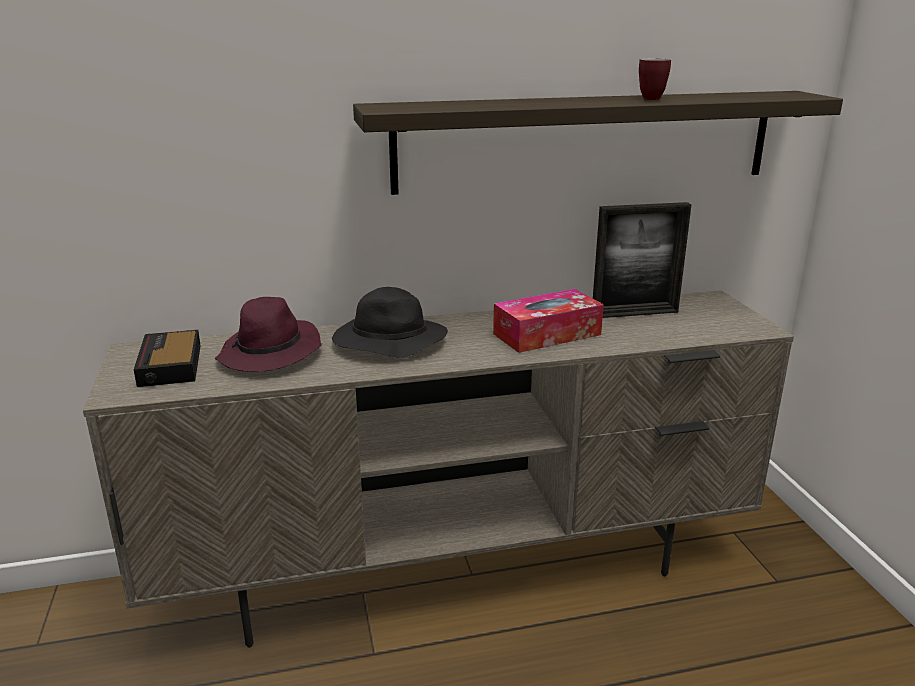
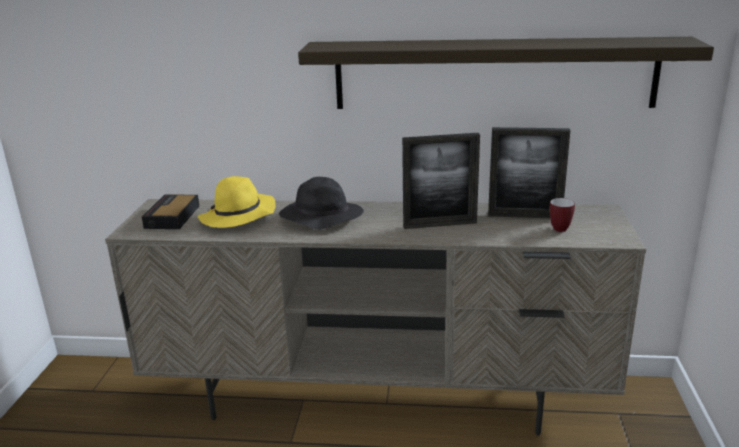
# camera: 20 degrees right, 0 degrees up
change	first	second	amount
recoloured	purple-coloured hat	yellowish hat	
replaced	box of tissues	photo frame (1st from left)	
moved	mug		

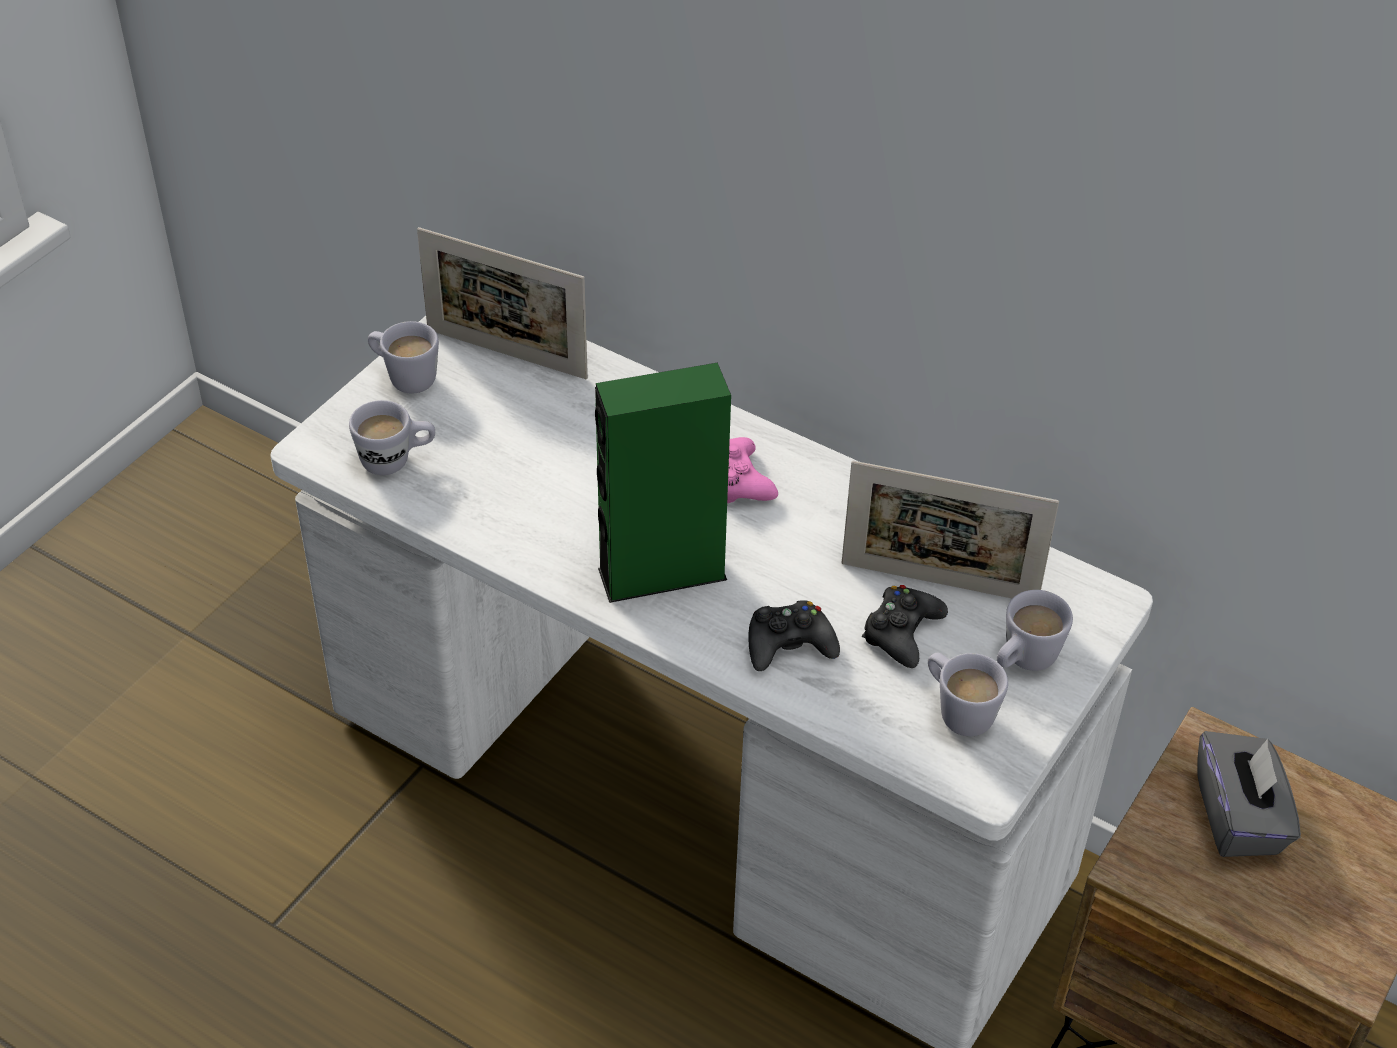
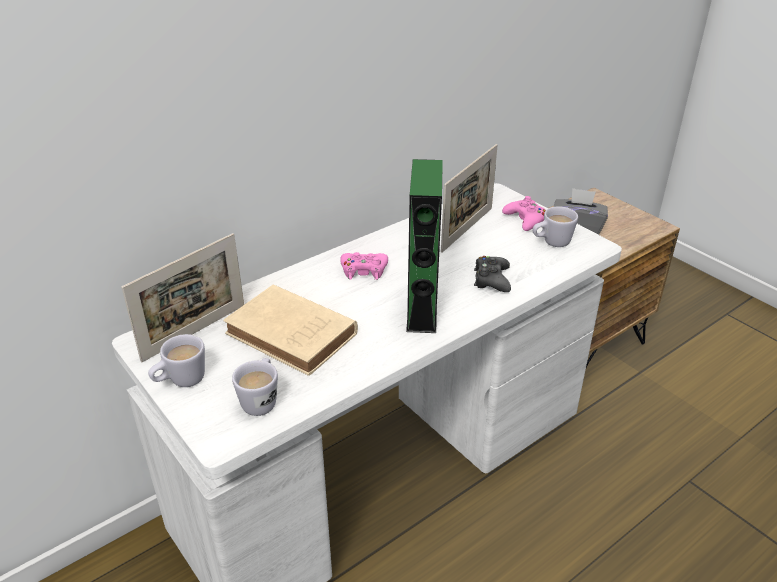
# camera: 70 degrees left, 10 degrees down
change	first	second	amount
added		sand-coloured bound book	
replaced	whitish mug (4th from left)	pink-coloured game controller (2nd from left)	
removed	blackish game controller (2nd from left)		

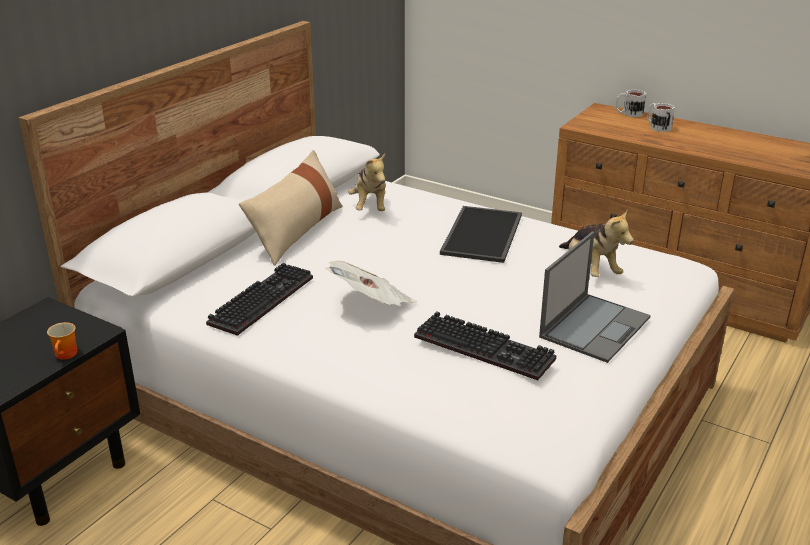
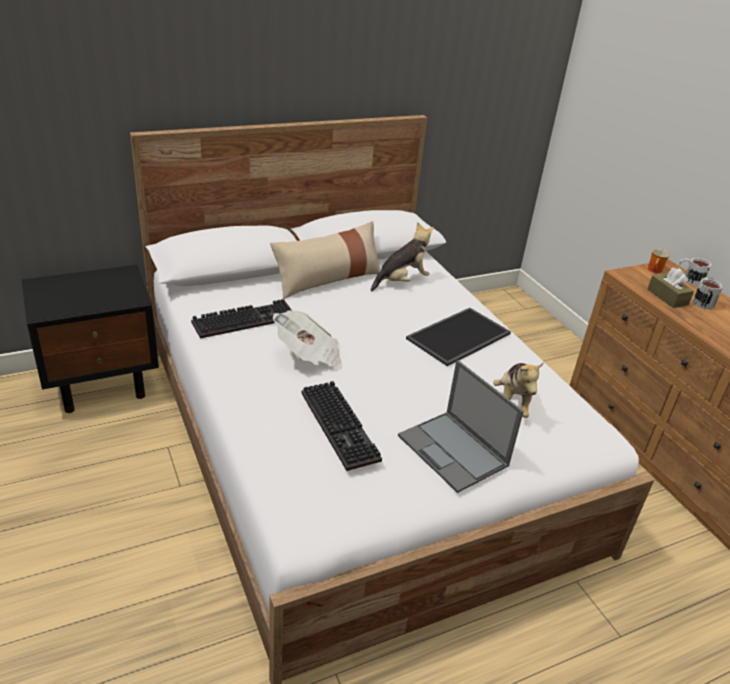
# camera: 30 degrees right, 5 degrees up
change	first	second	amount
turned	soft toy (1st from left)		150 degrees counterclockwise
turned	notebook computer		75 degrees clockwise
moved	mug (1st from left)		
added		brown-coloured box of tissues	

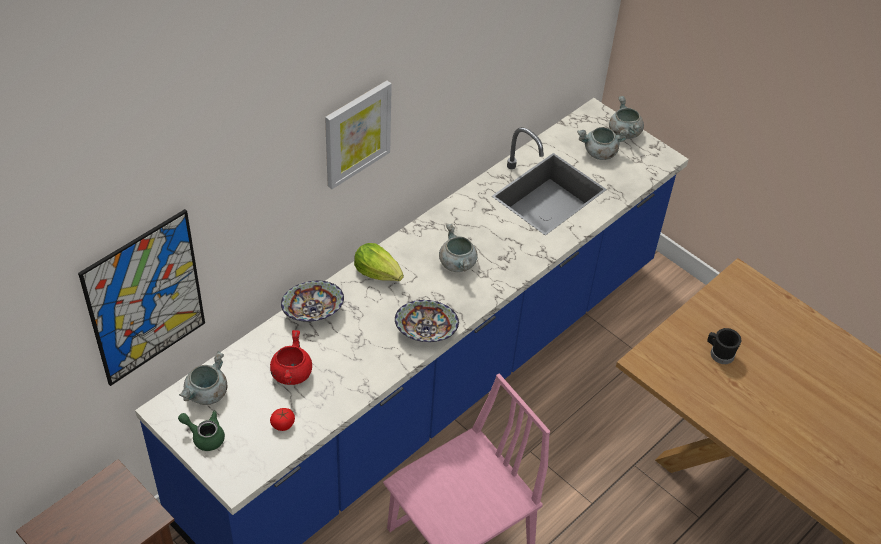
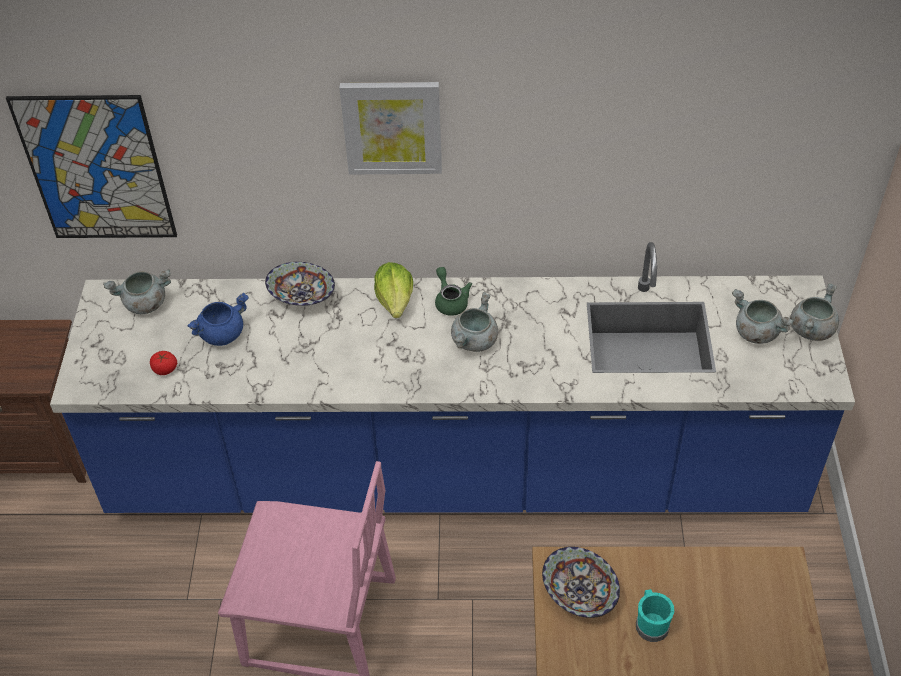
# camera: 50 degrees right, 0 degrees up
change	first	second	amount
recoloured	red saucepot	blue-coloured saucepot	
moved	greenish teapot		
moved	serving bowl (2nd from left)		
recoloured	blackish mug	blue-green mug	

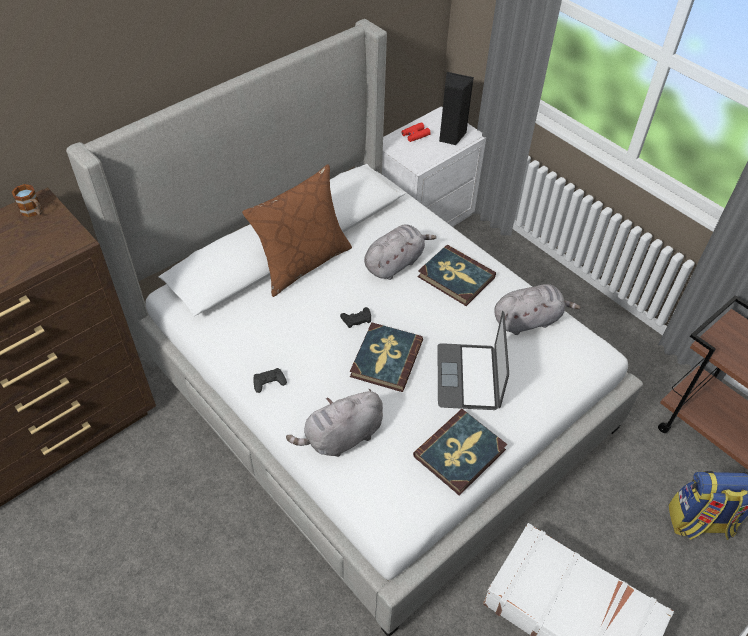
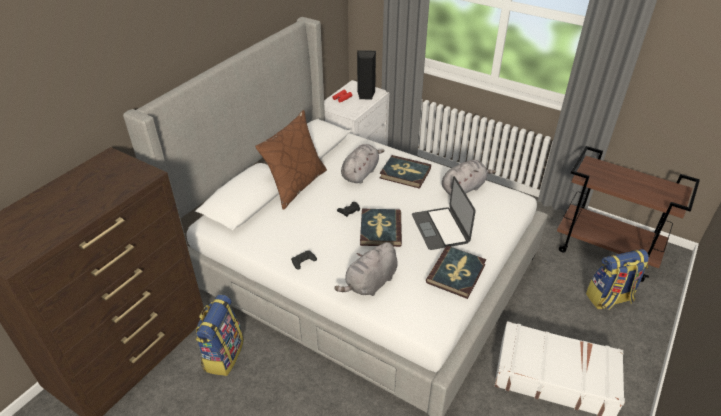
# camera: 15 degrees left, 10 degrees down
change	first	second	amount
added		rucksack (1st from left)	
removed	mug		

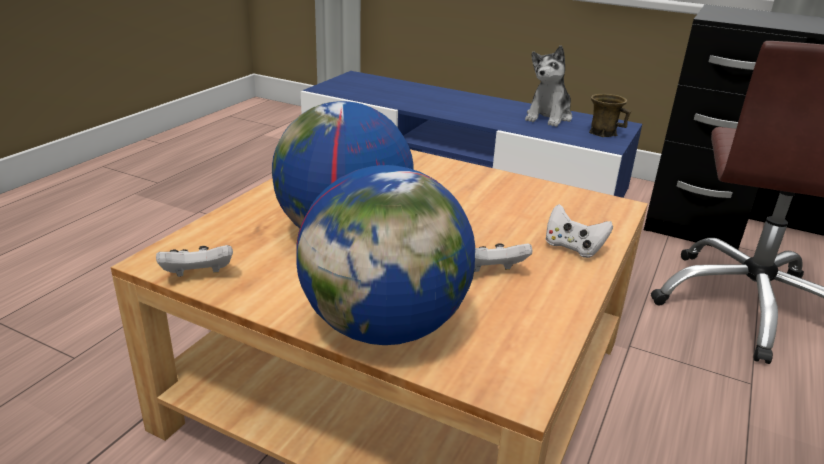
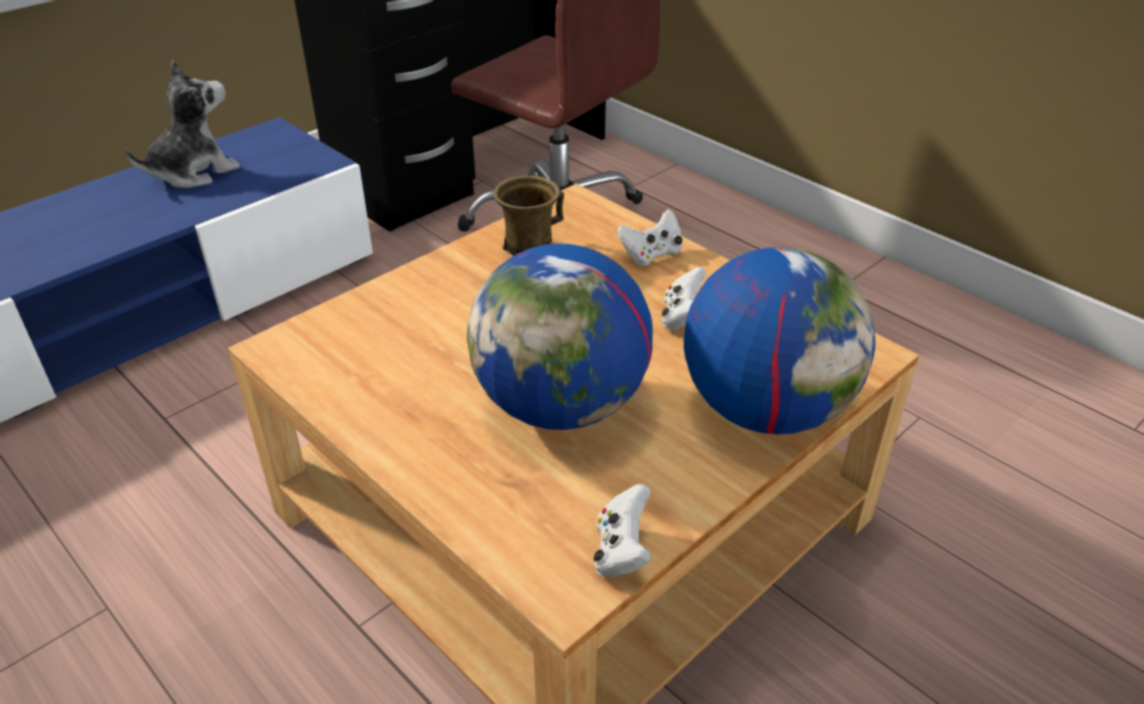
# camera: 70 degrees left, 10 degrees up
change	first	second	amount
turned	soft toy		90 degrees counterclockwise
moved	brown-coloured mug		

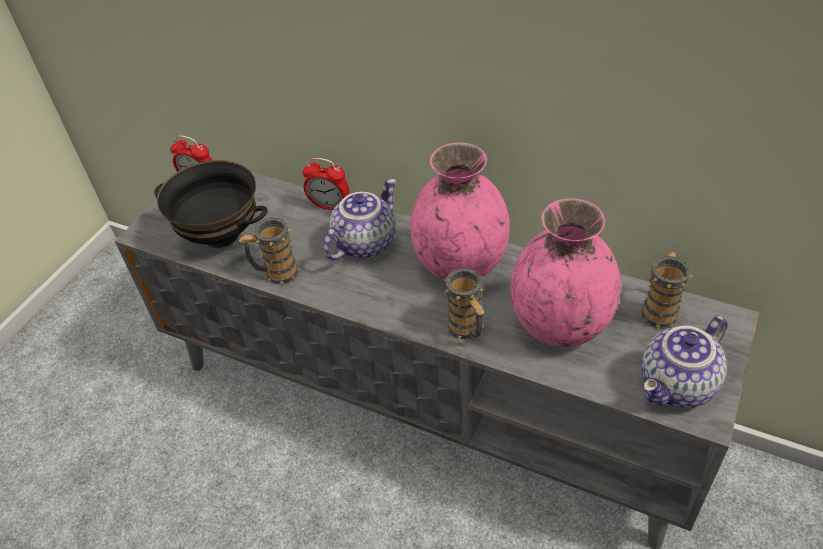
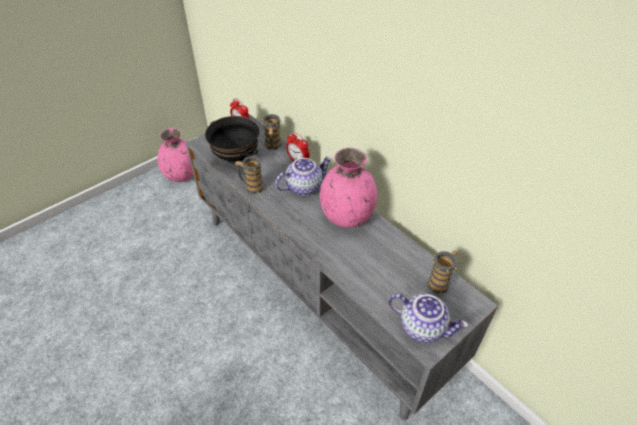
# camera: 20 degrees right, 0 degrees up
change	first	second	amount
moved	pink-coloured vase (2nd from left in the first image)	pink-coloured vase (1st from left)	
moved	mug (2nd from left)		
turned	teapot (2nd from left)		135 degrees counterclockwise

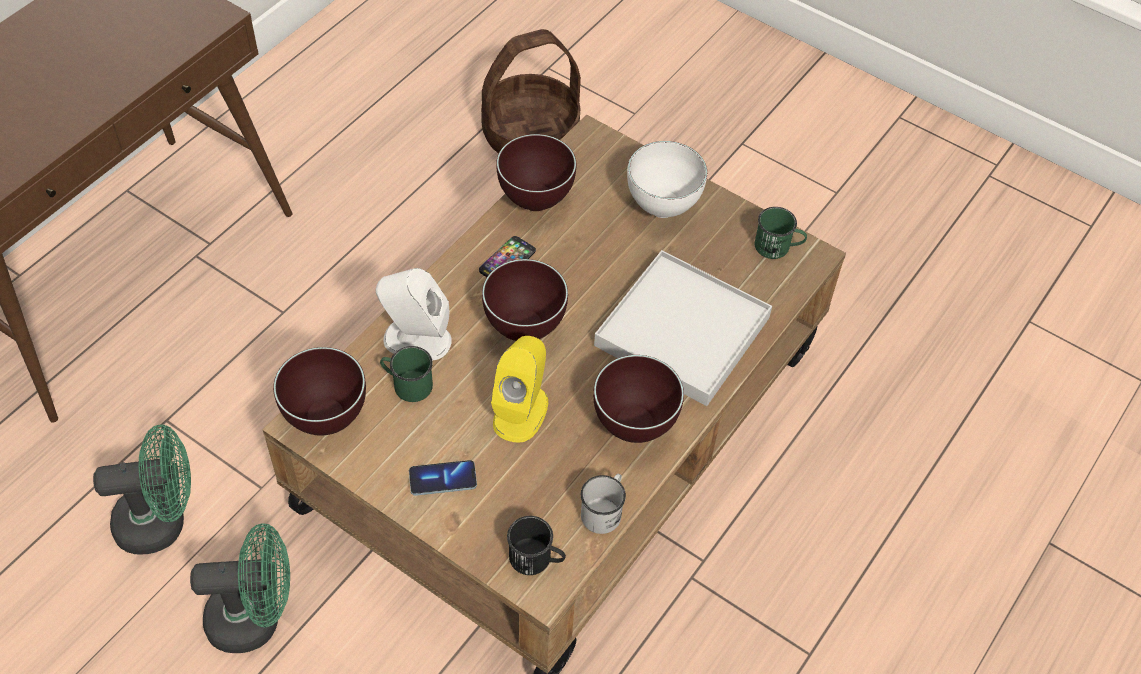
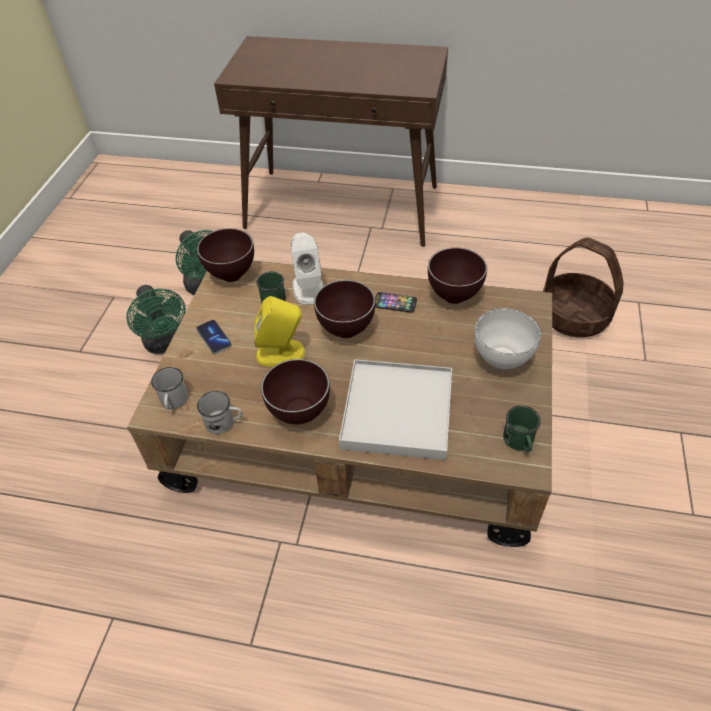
# camera: 70 degrees right, 5 degrees down
change	first	second	amount
recoloured	blackish mug	whitish mug (1st from left)	

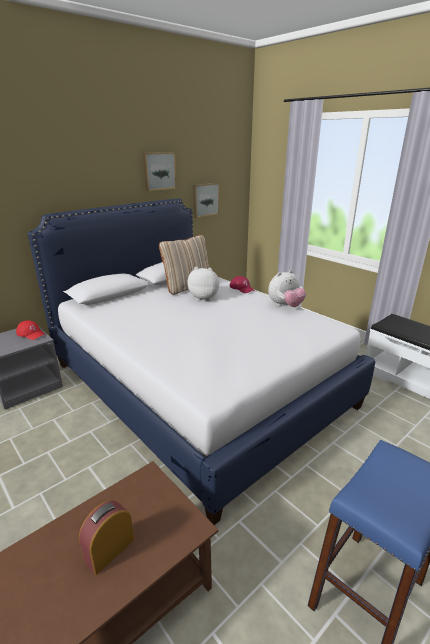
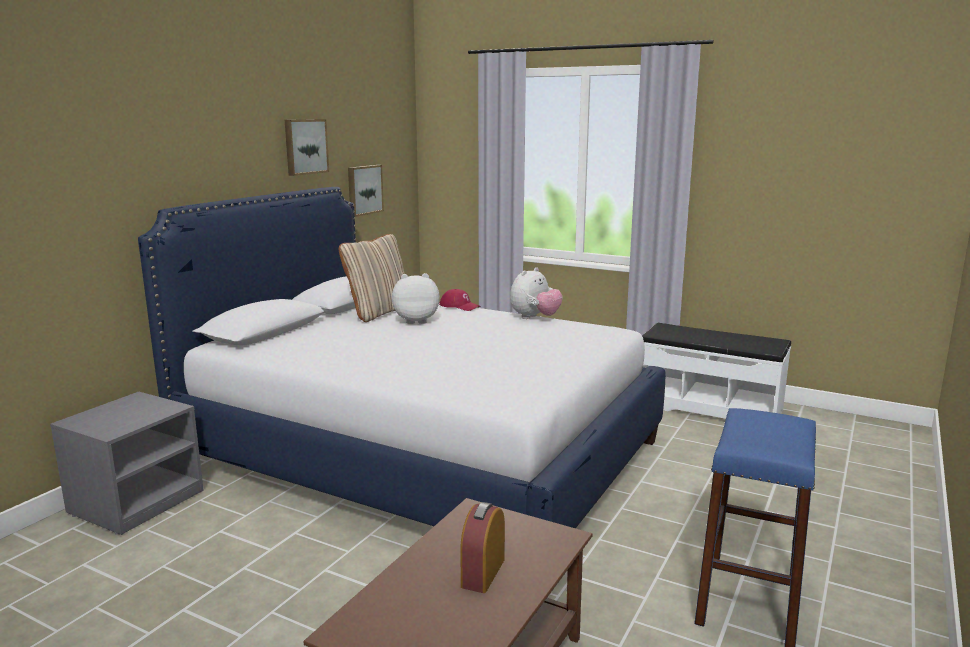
# camera: 20 degrees left, 10 degrees down
change	first	second	amount
removed	red peaked cap (1st from left)		

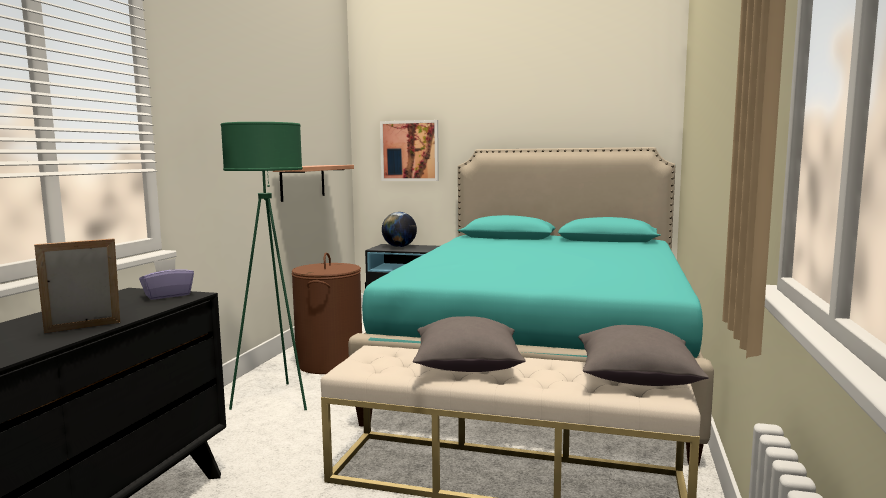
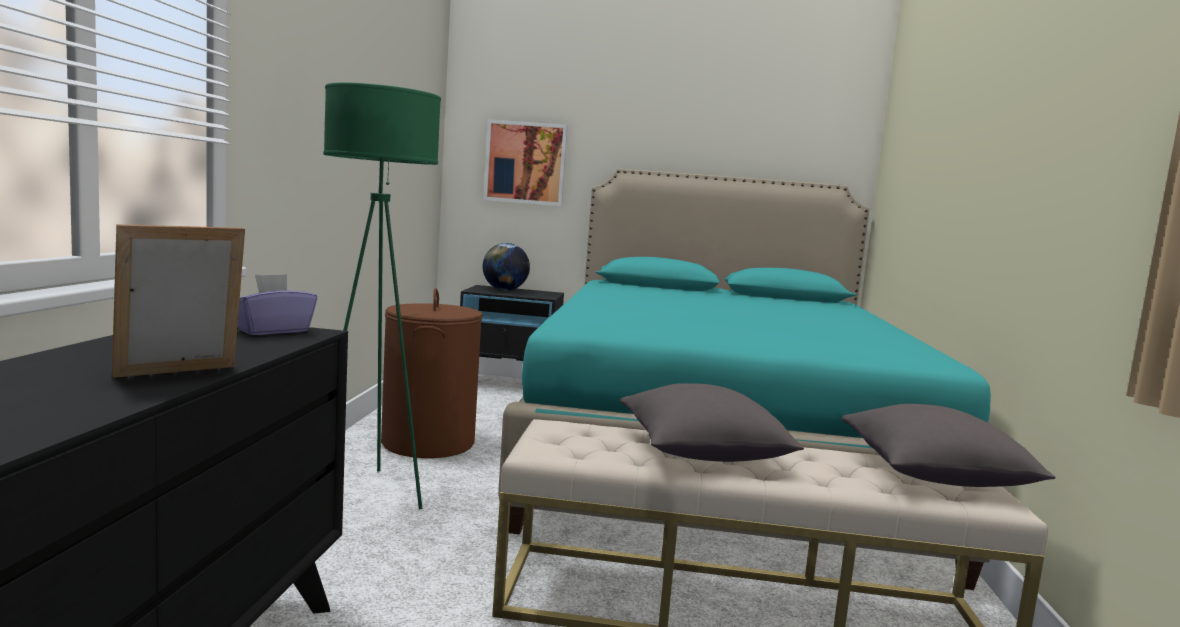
# camera: 10 degrees left, 0 degrees up
change	first	second	amount
removed	bracket shelf		

